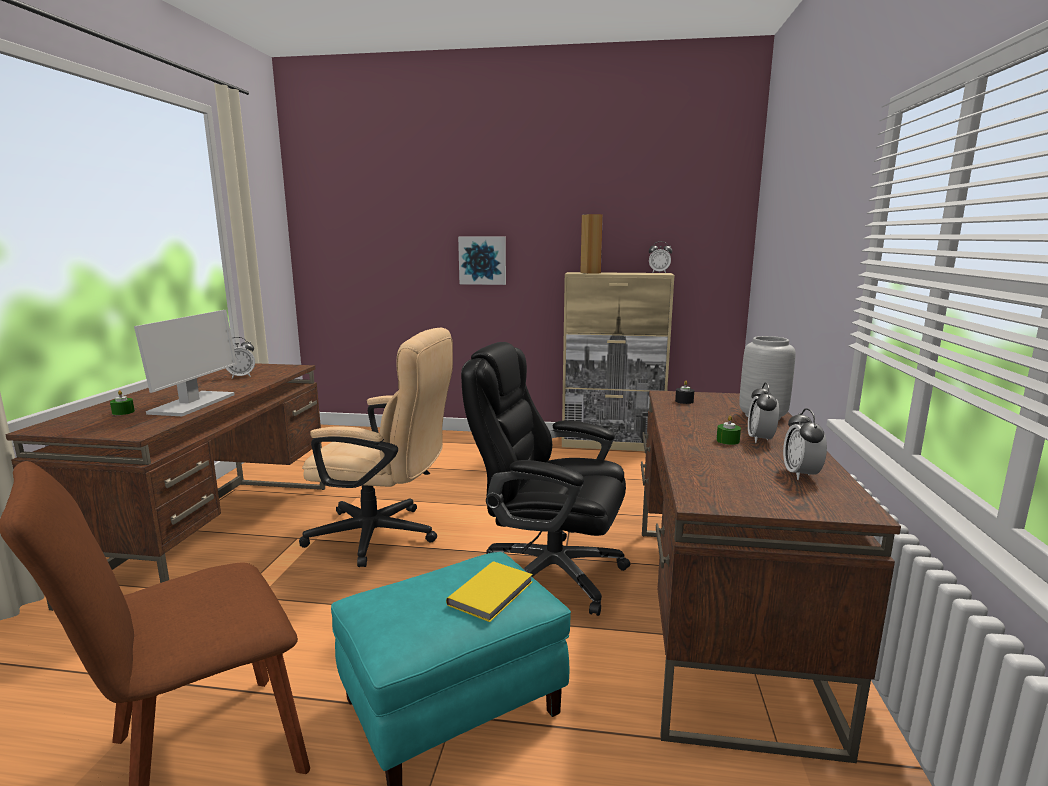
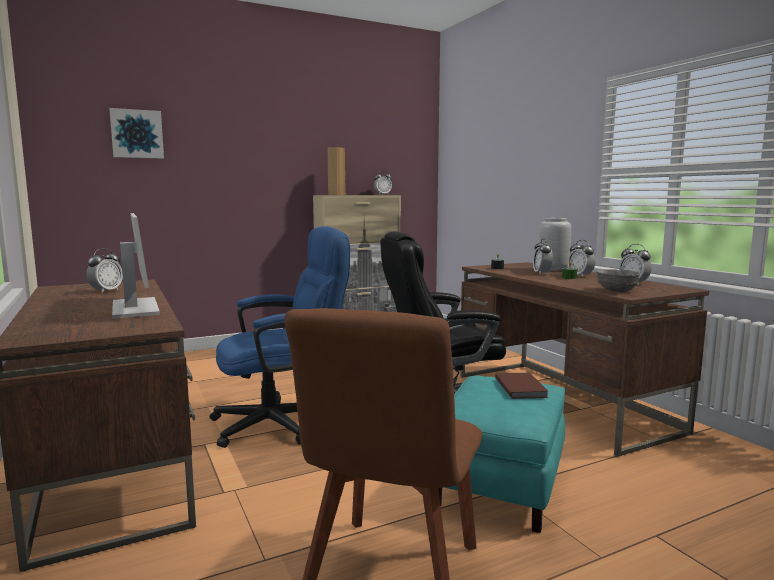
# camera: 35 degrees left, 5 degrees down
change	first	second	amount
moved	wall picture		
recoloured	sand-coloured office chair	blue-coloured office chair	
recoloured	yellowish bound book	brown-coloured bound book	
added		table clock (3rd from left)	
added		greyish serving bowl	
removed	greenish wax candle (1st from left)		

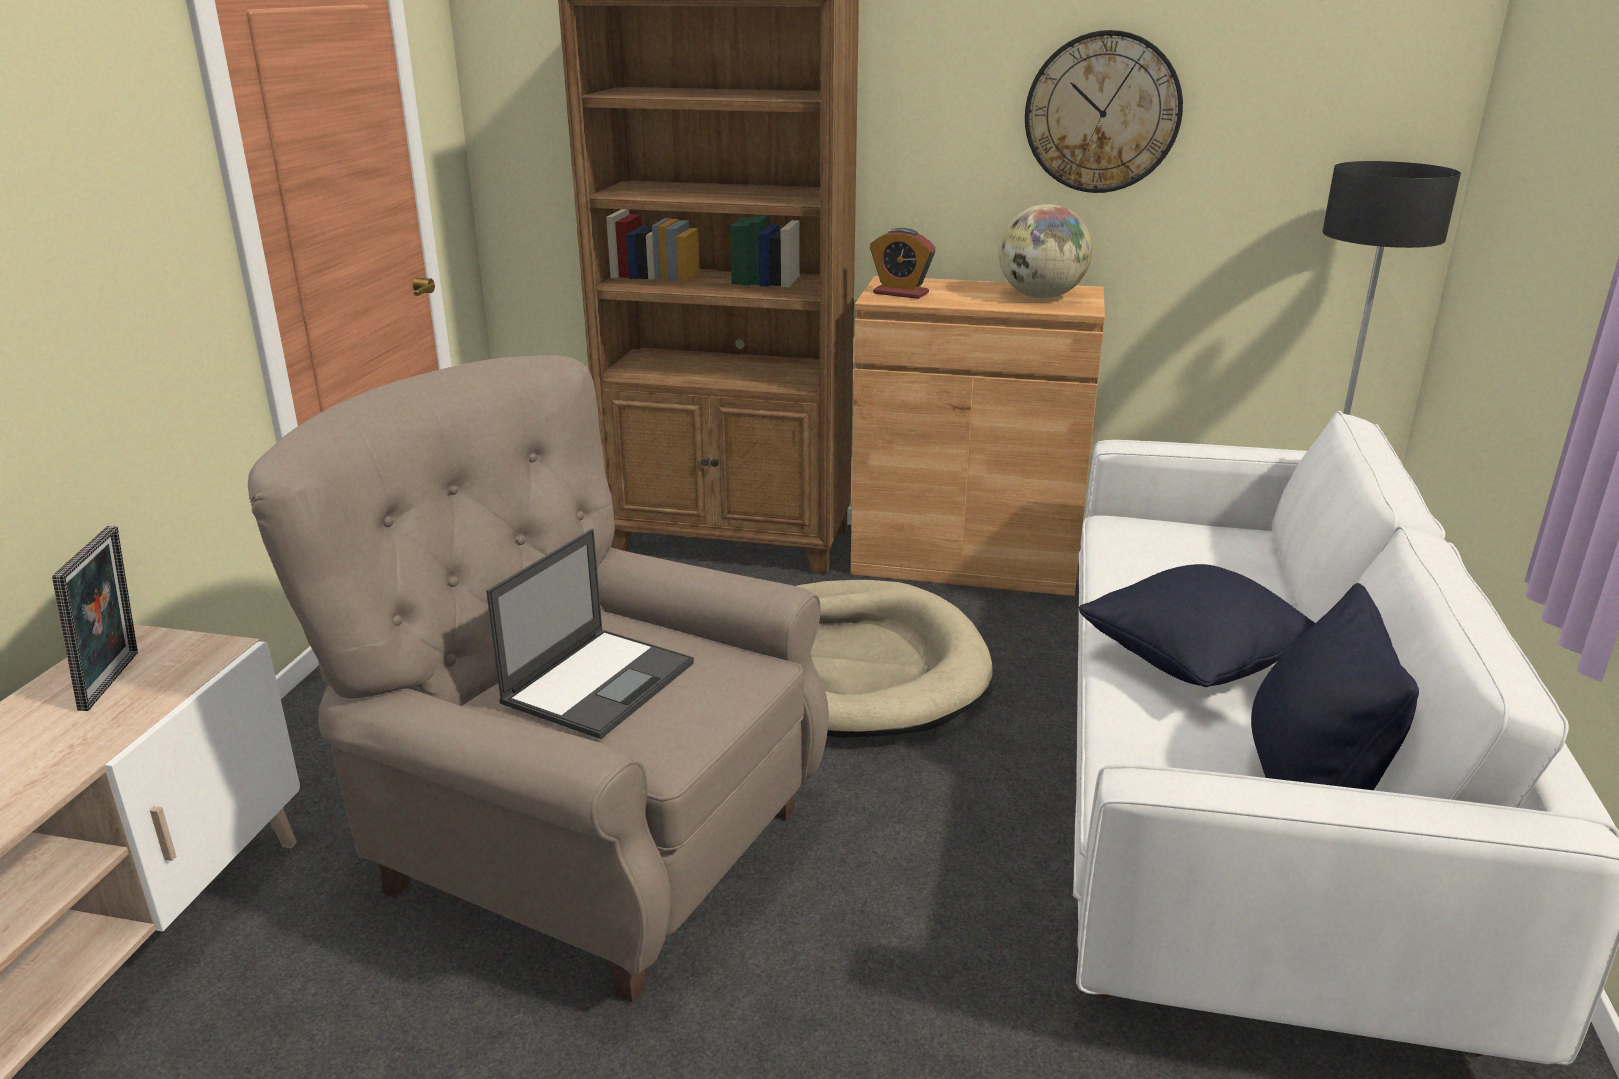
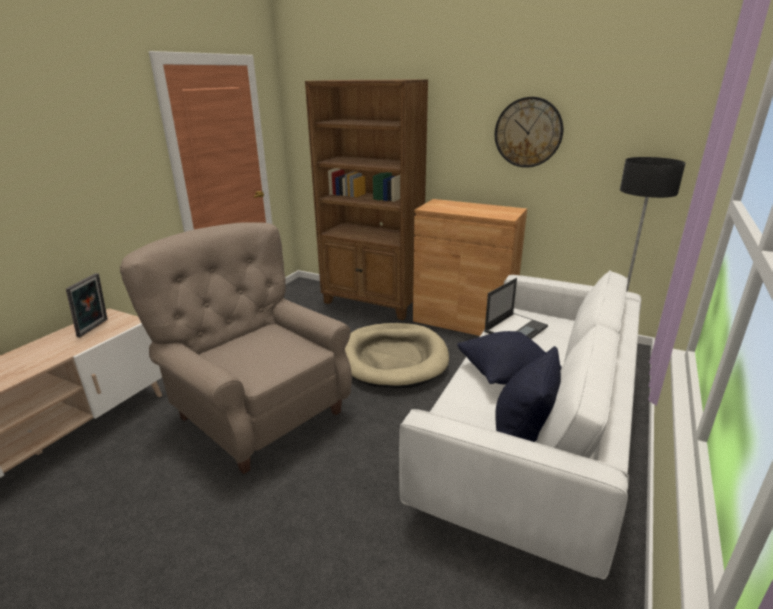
# camera: 15 degrees right, 0 degrees up
change	first	second	amount
moved	notebook computer		
removed	table clock		
removed	world globe		

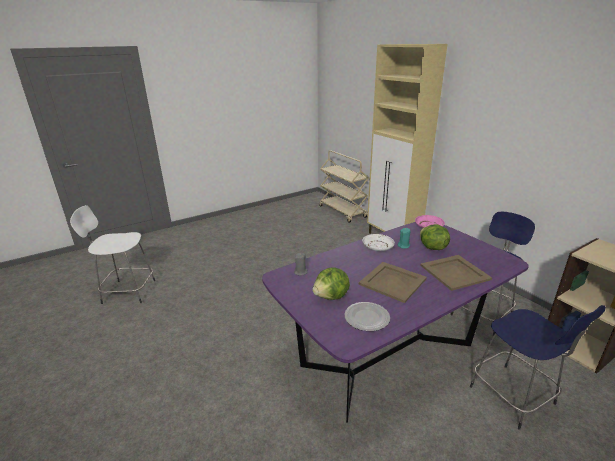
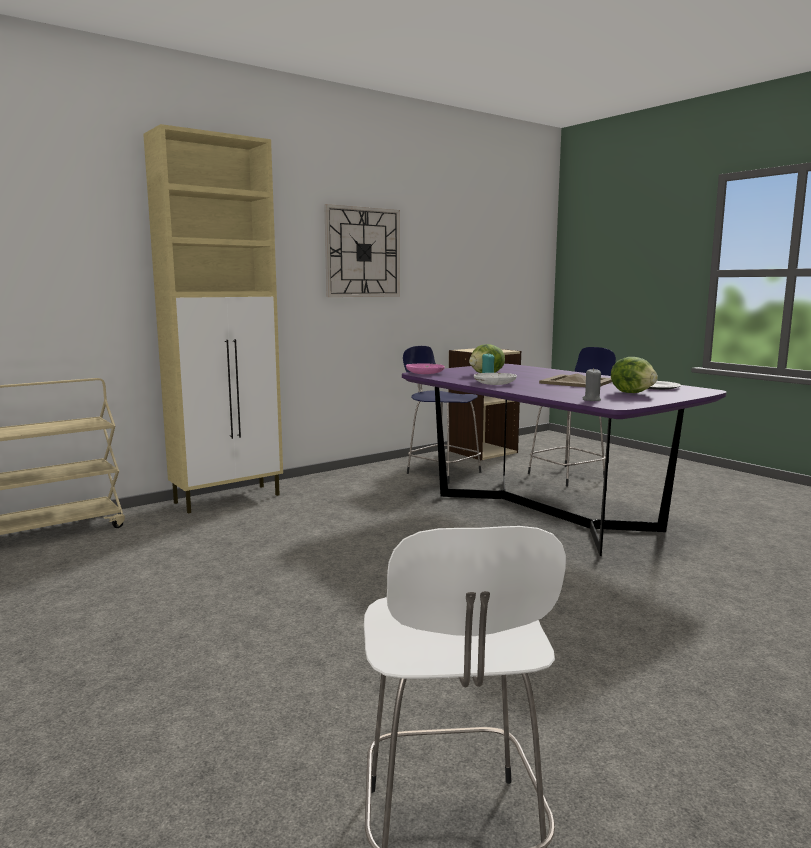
# camera: 95 degrees left, 15 degrees down
change	first	second	amount
added		clock on the wall	
removed	sand-coloured tray (2nd from left)		

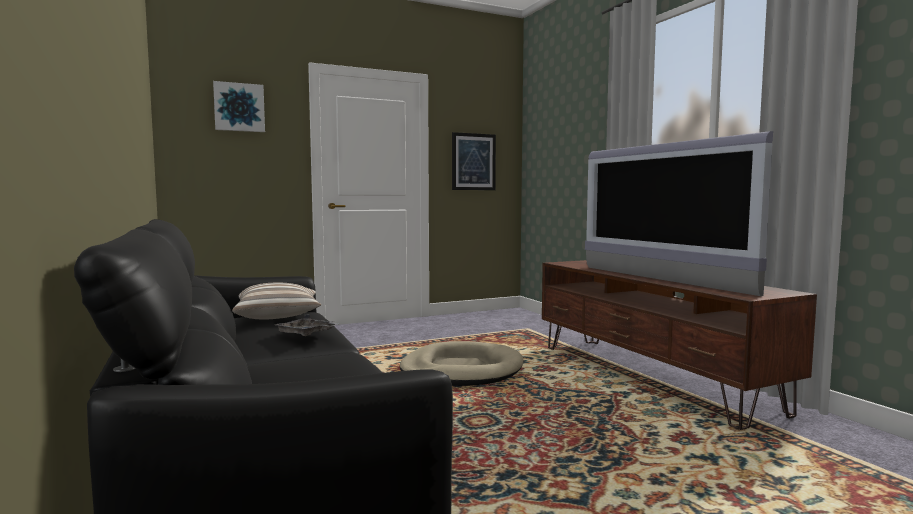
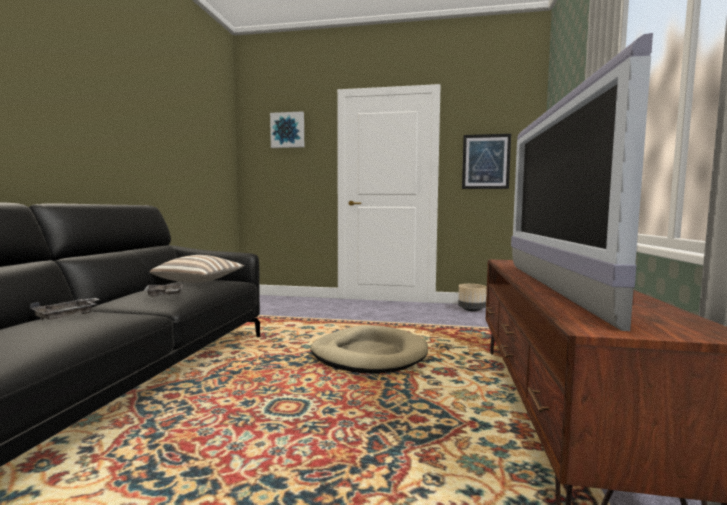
# camera: 35 degrees right, 0 degrees up
change	first	second	amount
added		greyish tray (1st from left)	
added		sand-coloured planter	

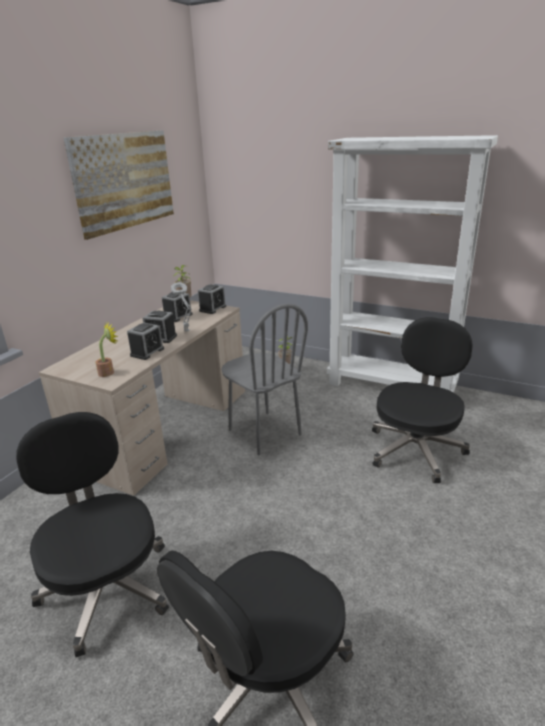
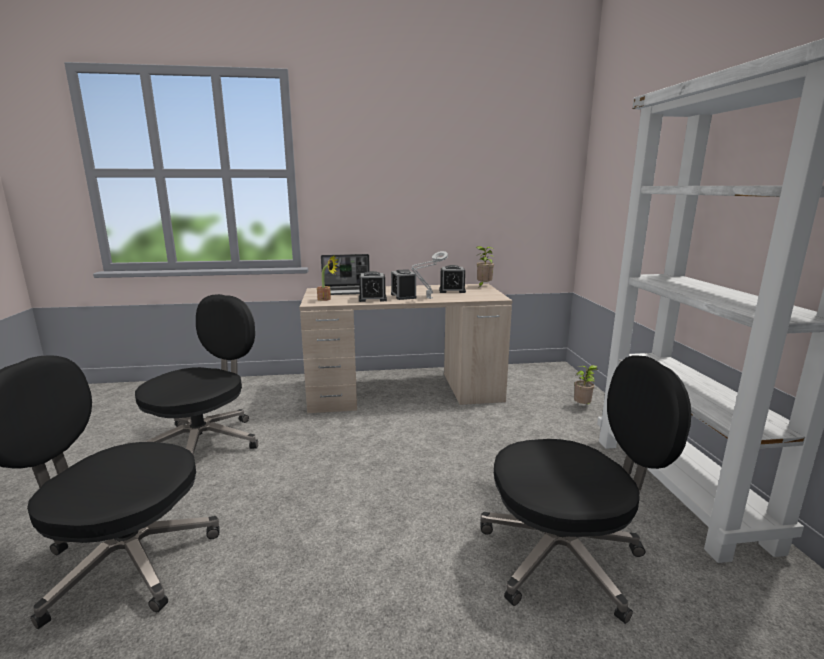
# camera: 55 degrees right, 10 degrees down
change	first	second	amount
added		notebook computer	
removed	wall picture		
removed	table clock (4th from left)		
removed	greyish plain chair		

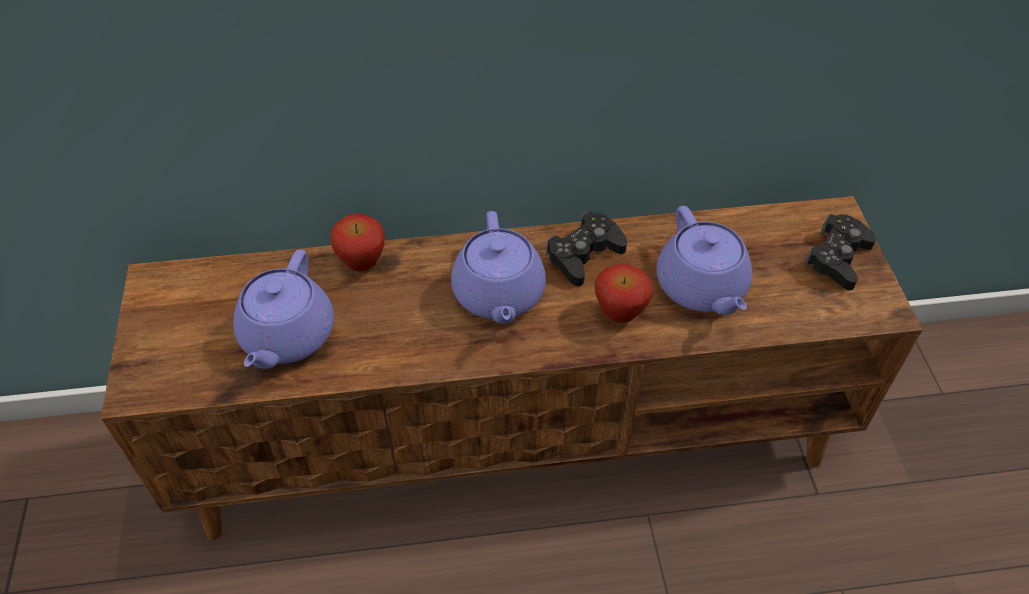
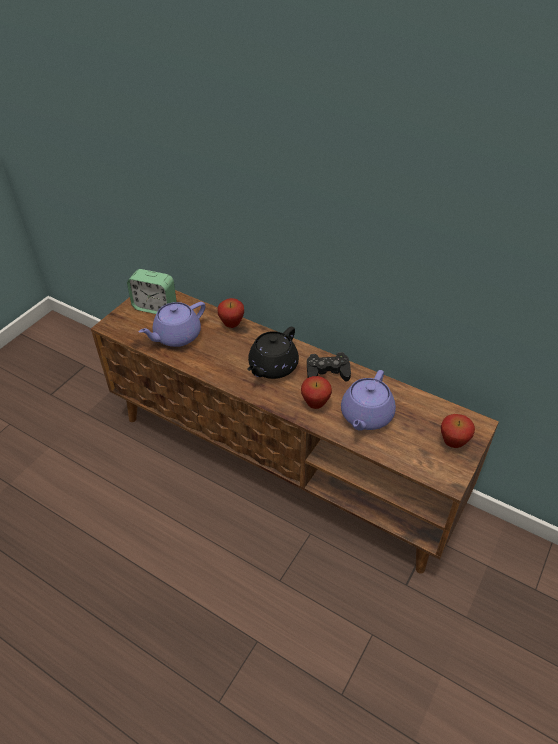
# camera: 40 degrees right, 5 degrees down
change	first	second	amount
added		table clock	
recoloured	purple-coloured teapot (2nd from left)	blackish teapot	
replaced	blackish game controller (2nd from left)	apple (3rd from left)	

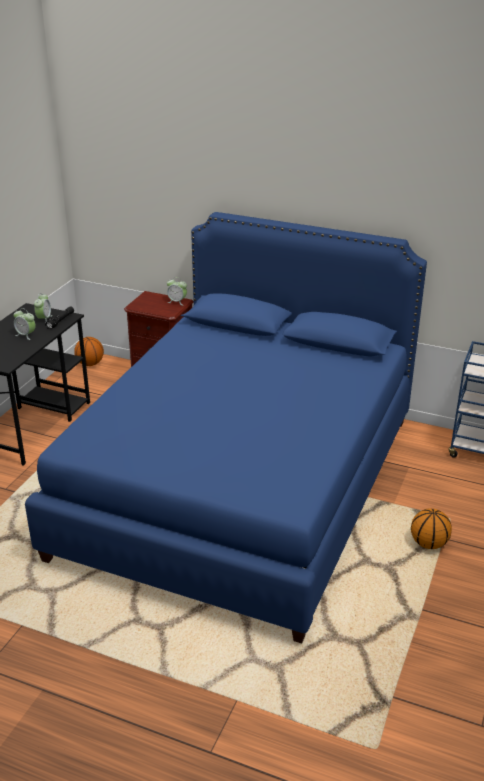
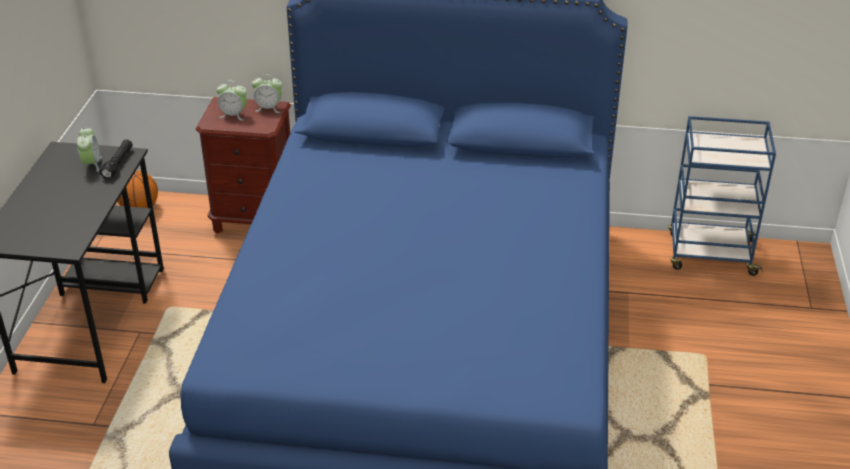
# camera: 15 degrees left, 5 degrees up
change	first	second	amount
moved	table clock (1st from left in the first image)	table clock (2nd from left)	
removed	basketball ball (2nd from left)		

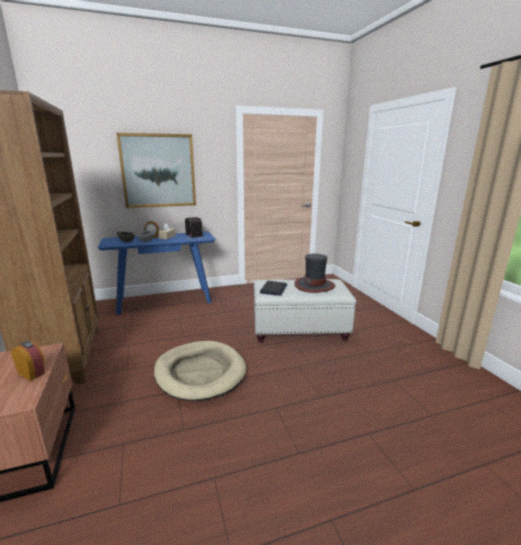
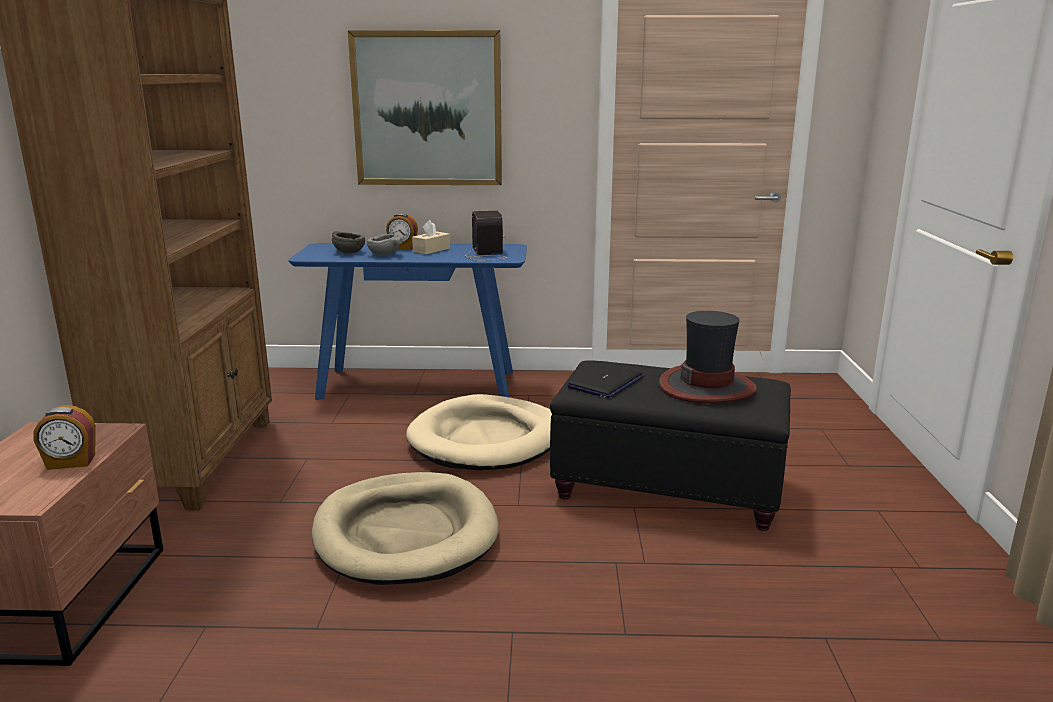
# camera: 20 degrees right, 0 degrees up
change	first	second	amount
turned	table clock (1st from left)		120 degrees clockwise
added		sand-coloured dog cushion (2nd from left)	
recoloured	whitish footrest	blackish footrest	

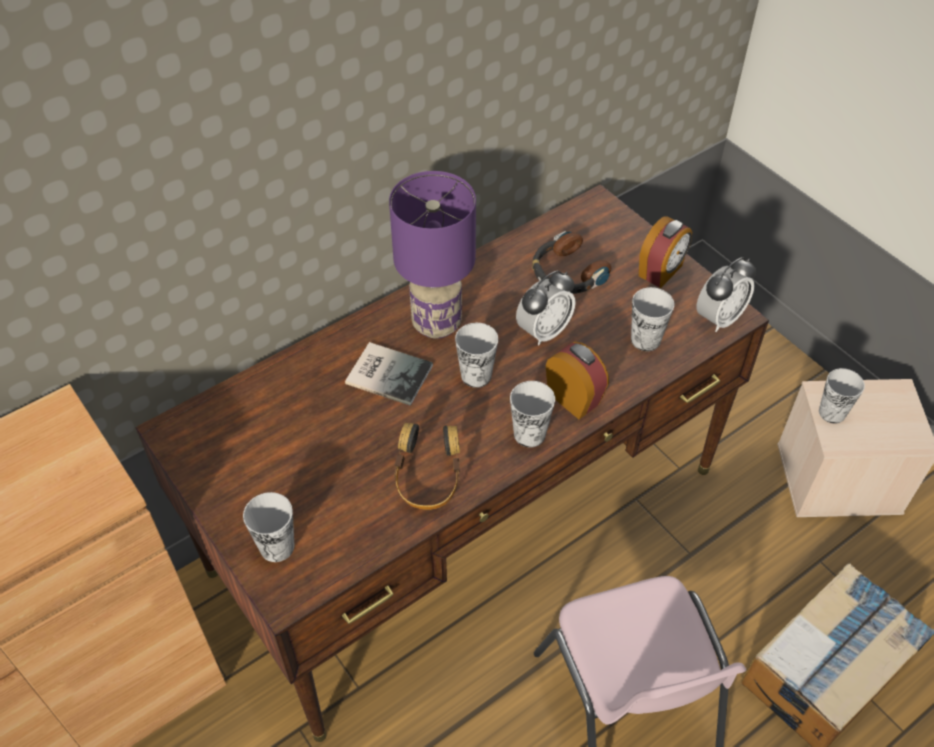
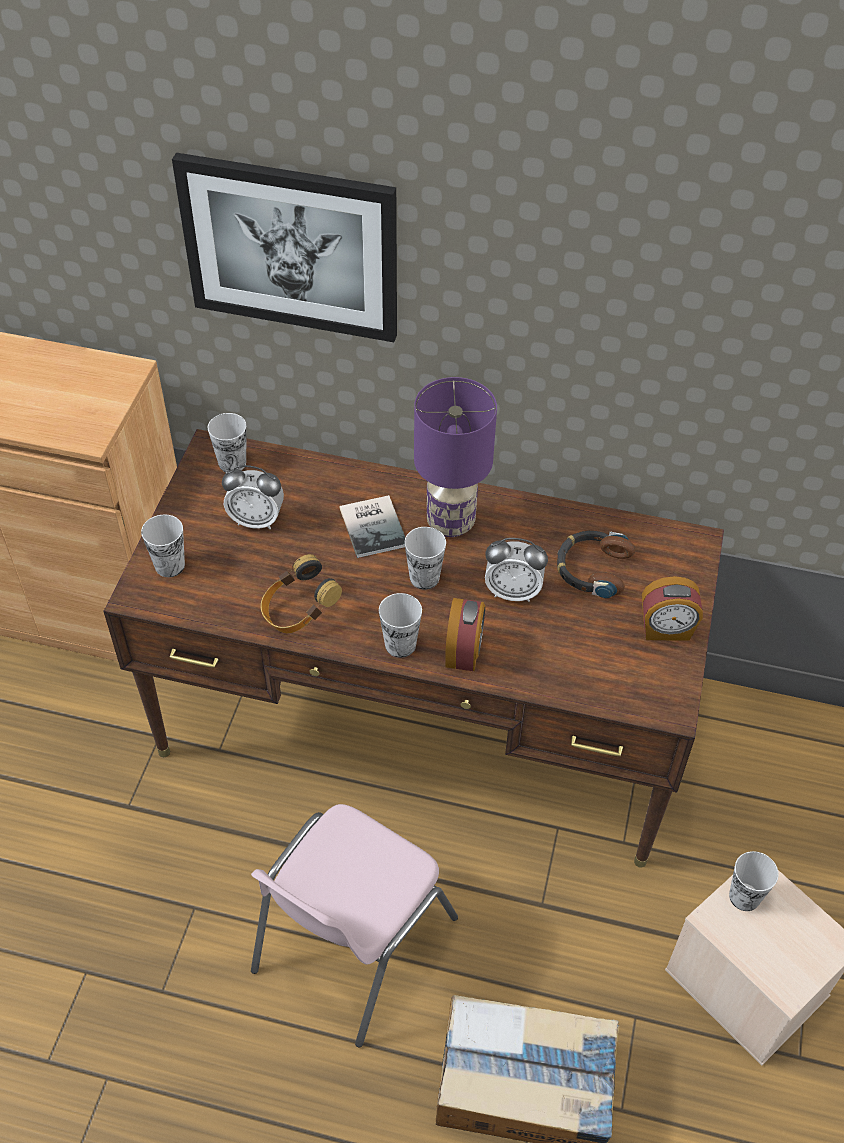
# camera: 50 degrees right, 0 degrees up
change	first	second	amount
added		wall picture	
moved	small cup (4th from left in the first image)	small cup (2nd from left)	
moved	table clock (4th from left in the first image)	table clock (1st from left)	

